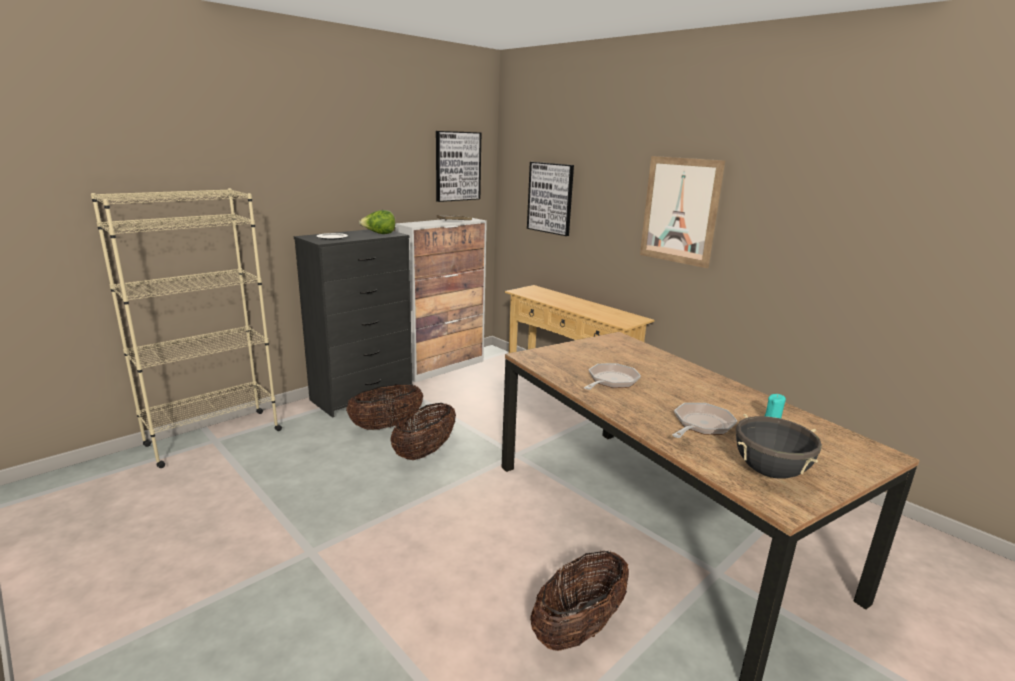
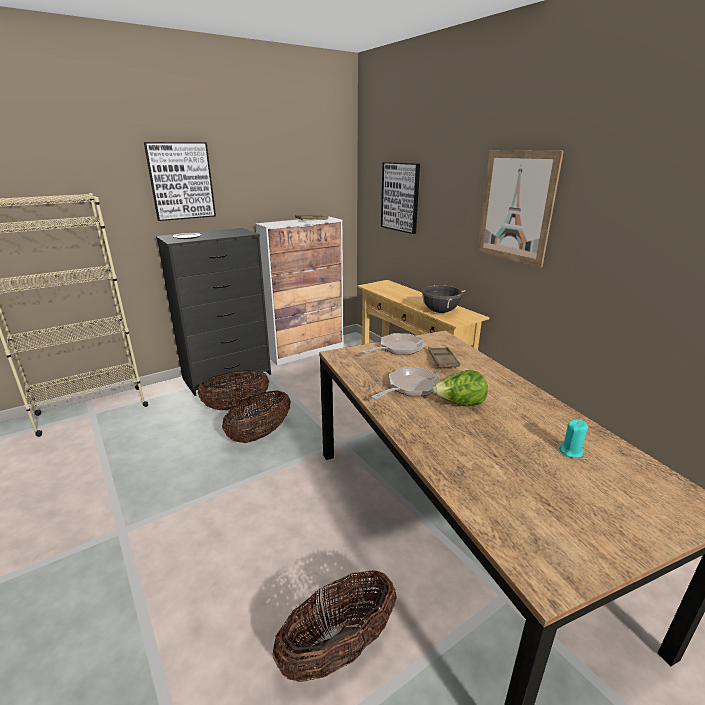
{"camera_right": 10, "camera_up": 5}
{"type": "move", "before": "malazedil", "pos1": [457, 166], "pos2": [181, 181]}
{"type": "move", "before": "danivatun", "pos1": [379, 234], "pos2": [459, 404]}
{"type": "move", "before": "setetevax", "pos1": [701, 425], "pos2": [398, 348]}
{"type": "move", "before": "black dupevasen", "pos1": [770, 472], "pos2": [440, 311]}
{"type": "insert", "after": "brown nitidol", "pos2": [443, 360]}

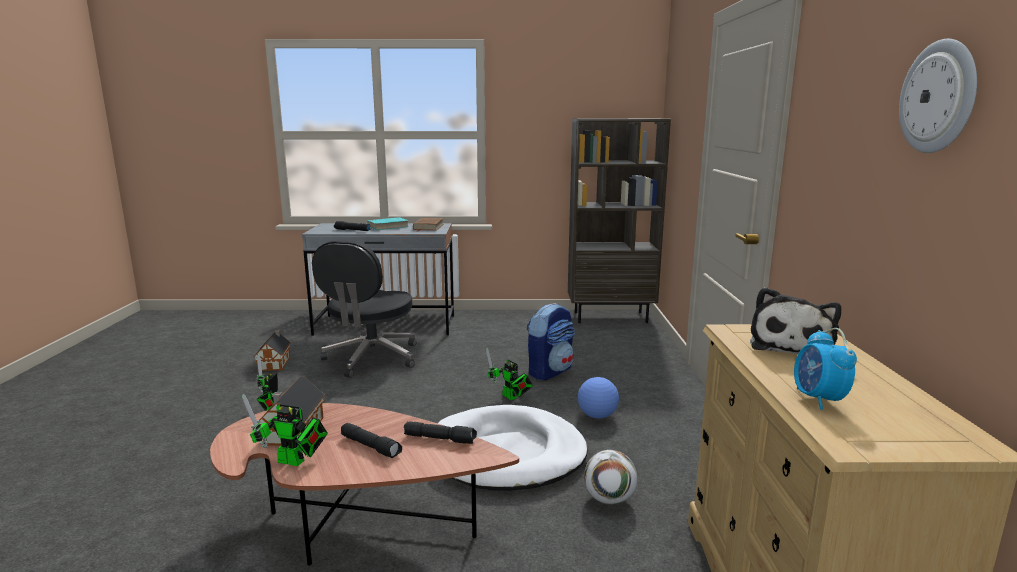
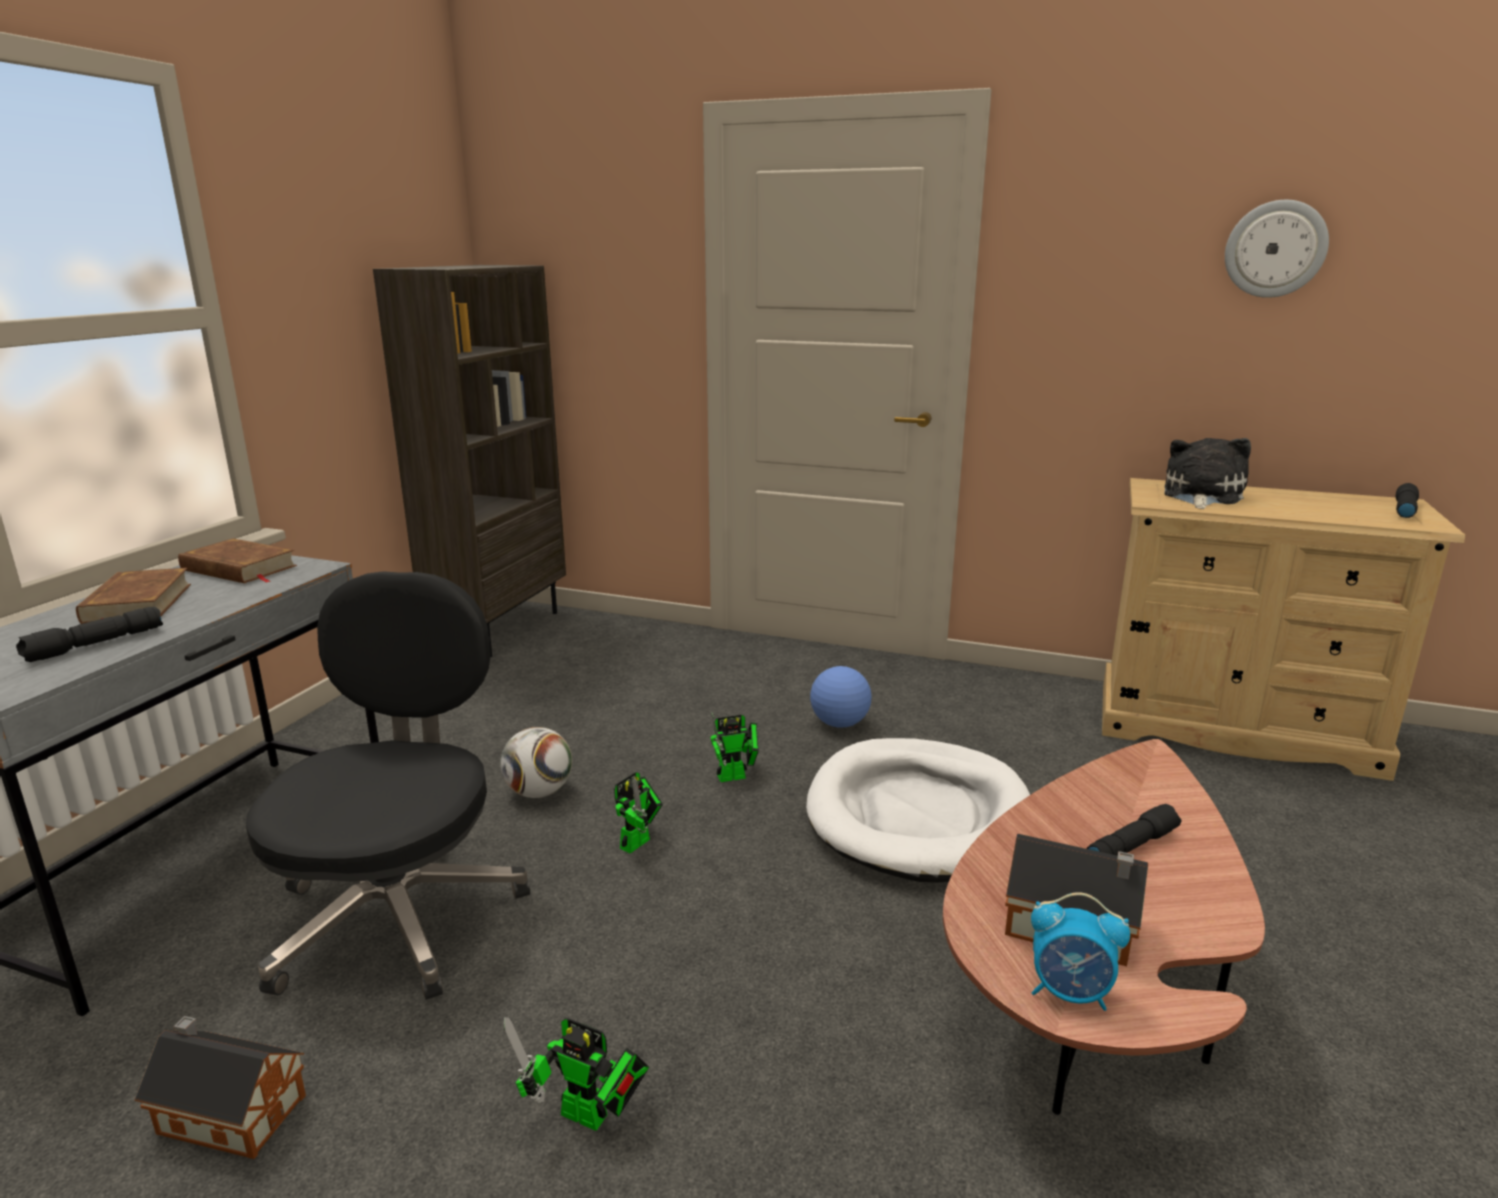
{"camera_right": -70, "camera_up": 5}
{"type": "recolor", "before": "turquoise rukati", "after": "brown rukati", "pos1": [388, 226], "pos2": [137, 604]}
{"type": "rotate", "before": "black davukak", "pos1": [371, 358], "pos2": [399, 913], "turn": -120}
{"type": "rotate", "before": "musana", "pos1": [791, 345], "pos2": [1201, 496], "turn": -105}
{"type": "delete", "before": "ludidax", "pos1": [550, 371]}
{"type": "move", "before": "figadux", "pos1": [818, 399], "pos2": [1070, 993]}
{"type": "move", "before": "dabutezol", "pos1": [294, 462], "pos2": [638, 841]}
{"type": "move", "before": "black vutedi", "pos1": [440, 438], "pos2": [1403, 509]}
{"type": "move", "before": "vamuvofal", "pos1": [609, 499], "pos2": [539, 792]}

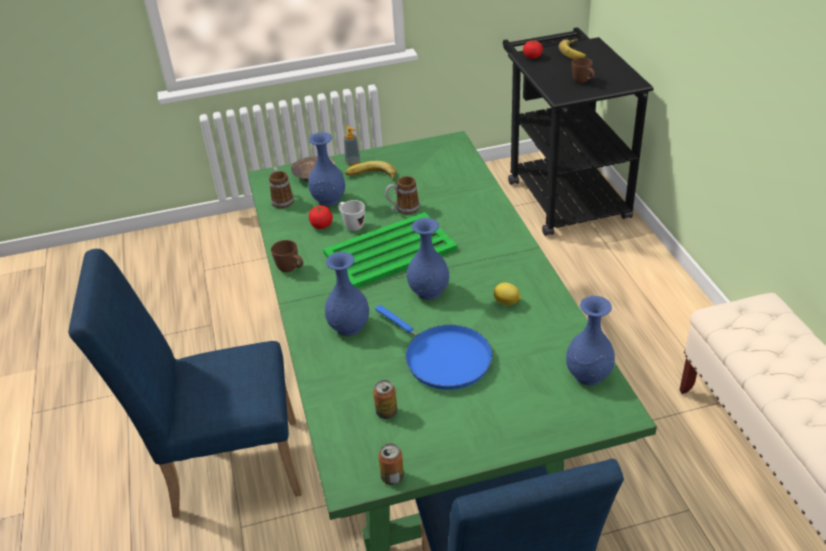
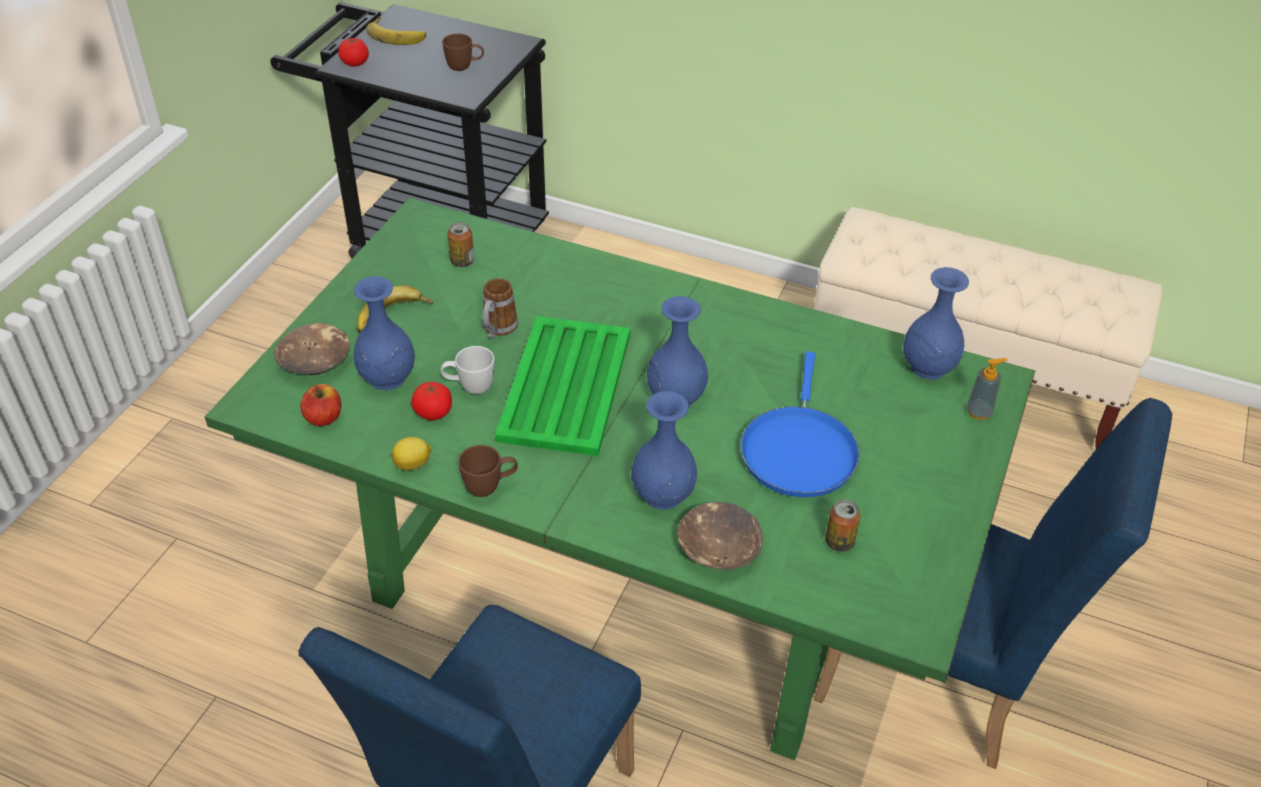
{"camera_right": -55, "camera_up": 5}
{"type": "move", "before": "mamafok", "pos1": [353, 162], "pos2": [979, 412]}
{"type": "replace", "before": "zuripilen", "after": "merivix", "pos1": [281, 199], "pos2": [324, 418]}
{"type": "move", "before": "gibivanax", "pos1": [507, 302], "pos2": [413, 464]}
{"type": "rotate", "before": "blue setetevax", "pos1": [443, 358], "pos2": [798, 450], "turn": 105}
{"type": "move", "before": "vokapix", "pos1": [392, 477], "pos2": [462, 261]}
{"type": "insert", "after": "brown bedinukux", "pos2": [717, 548]}

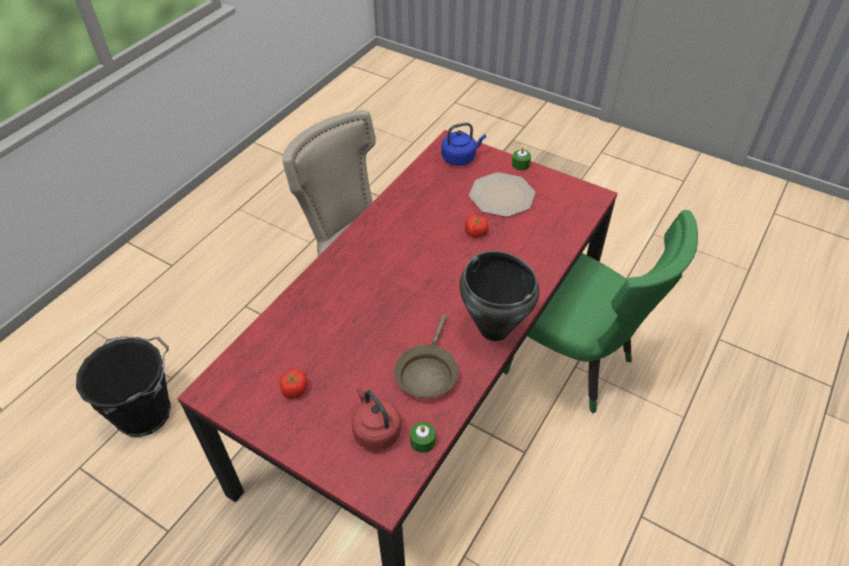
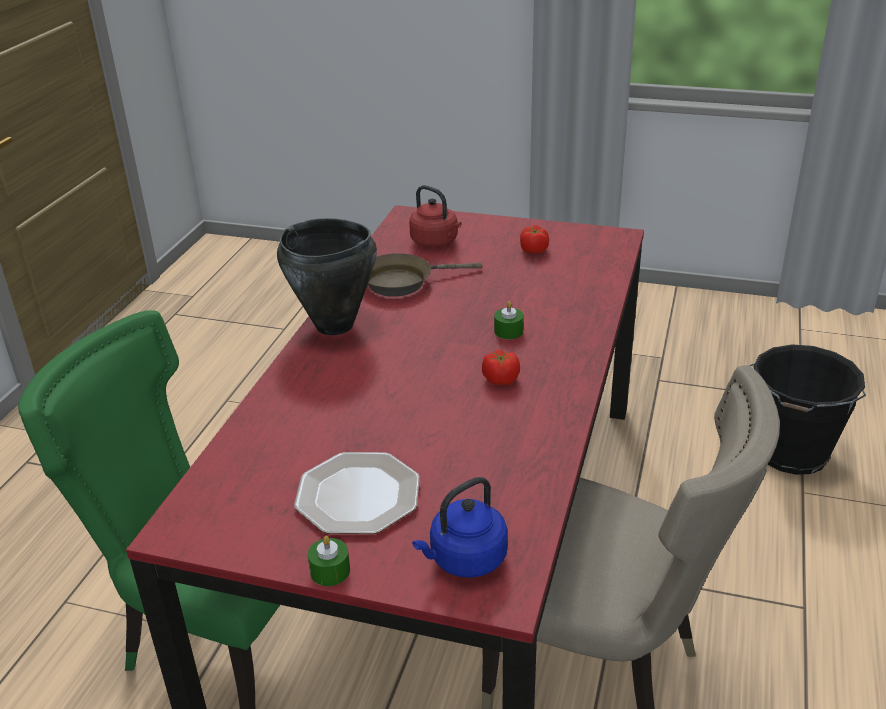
{"camera_right": 165, "camera_up": -15}
{"type": "move", "before": "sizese", "pos1": [476, 233], "pos2": [500, 379]}
{"type": "rotate", "before": "brown setetevax", "pos1": [427, 372], "pos2": [402, 282], "turn": -105}
{"type": "move", "before": "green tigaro", "pos1": [422, 441], "pos2": [508, 331]}

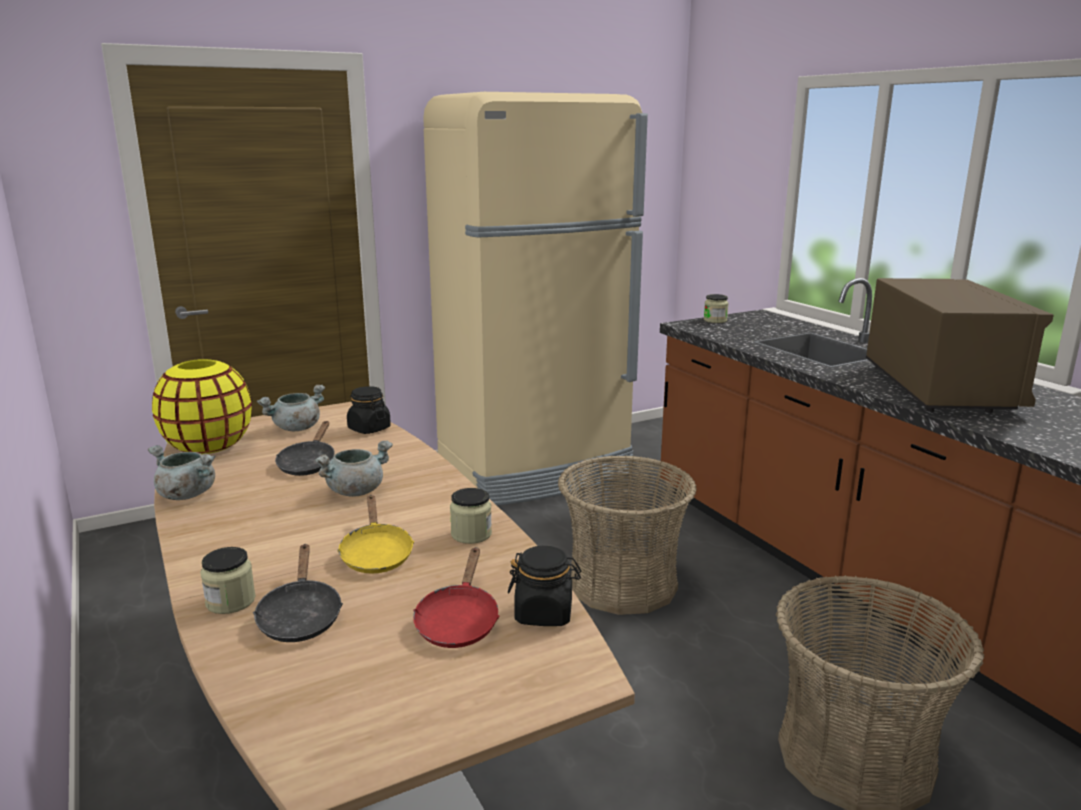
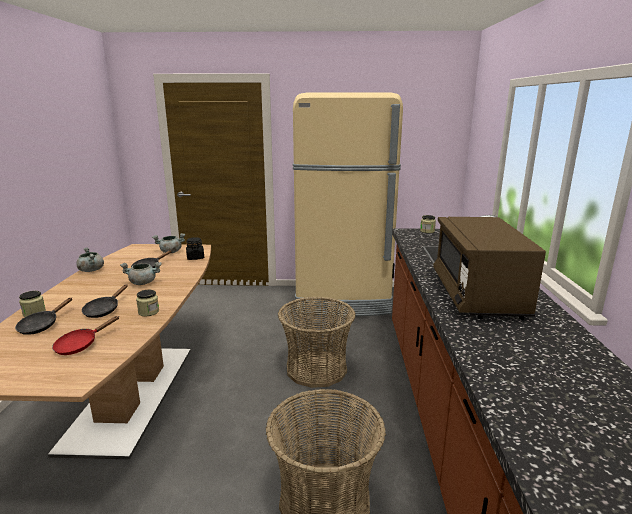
{"camera_right": 30, "camera_up": 0}
{"type": "rotate", "before": "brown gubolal", "pos1": [938, 389], "pos2": [477, 295], "turn": 150}
{"type": "delete", "before": "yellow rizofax", "pos1": [208, 446]}
{"type": "recolor", "before": "yellow setetevax", "after": "black setetevax", "pos1": [376, 554], "pos2": [104, 310]}
{"type": "delete", "before": "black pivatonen", "pos1": [544, 613]}

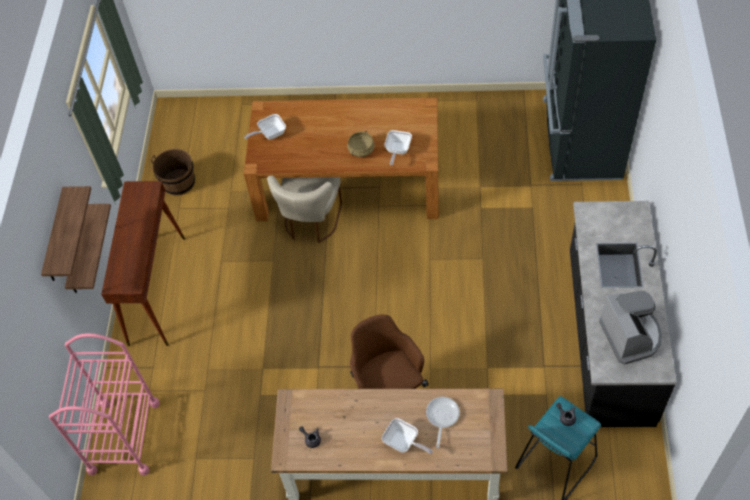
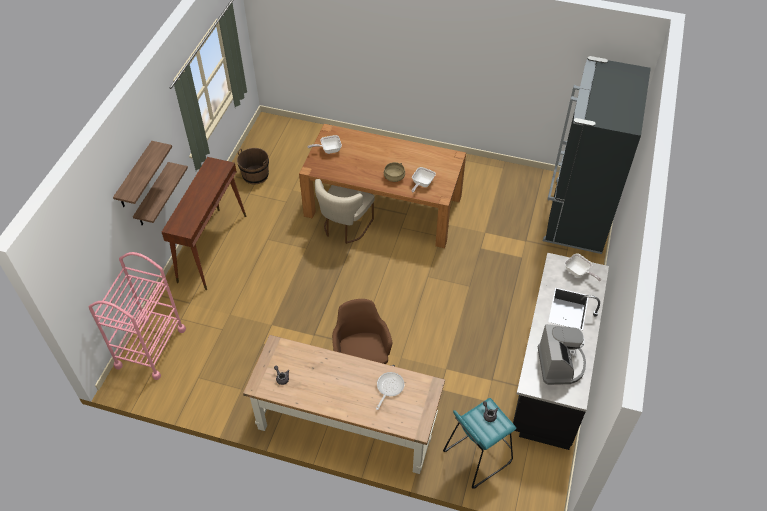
{"camera_right": 10, "camera_up": -5}
{"type": "move", "before": "setetevax", "pos1": [403, 443], "pos2": [578, 273]}

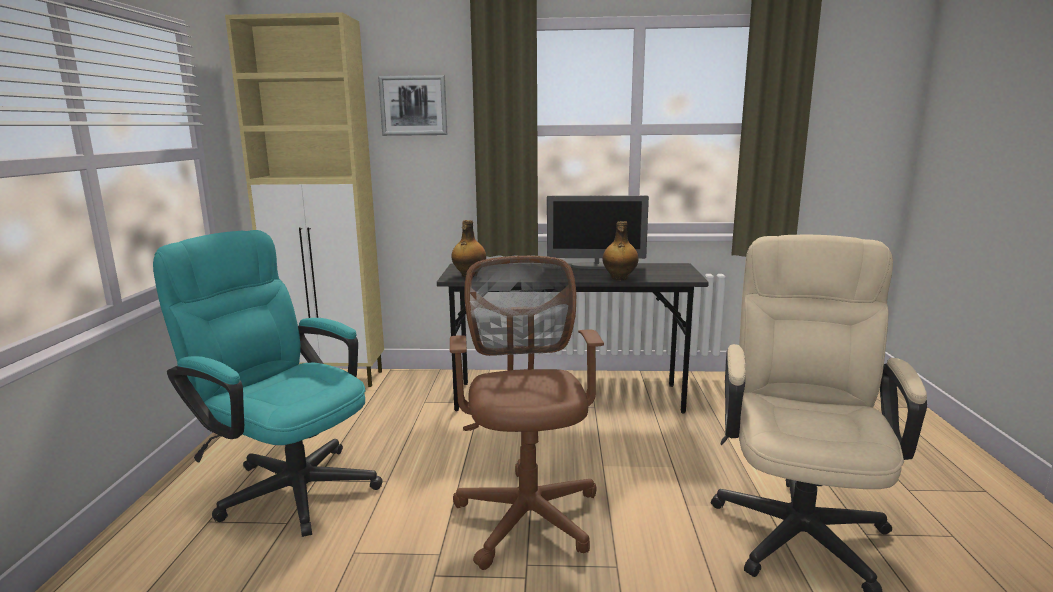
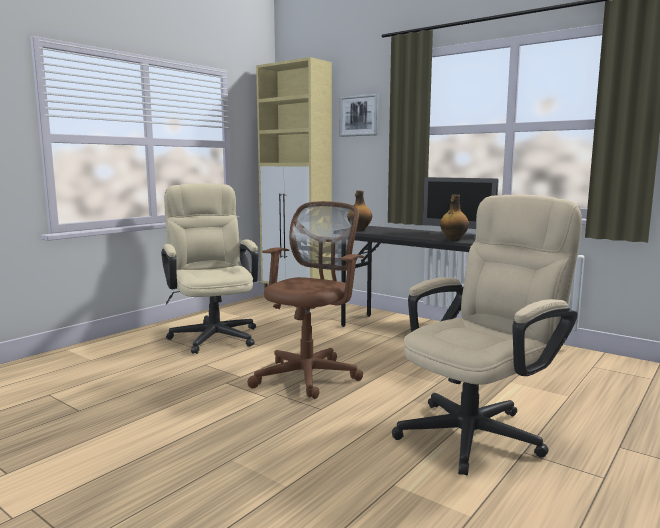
{"camera_right": 35, "camera_up": -5}
{"type": "recolor", "before": "turquoise davukak", "after": "beige davukak", "pos1": [288, 485], "pos2": [213, 334]}

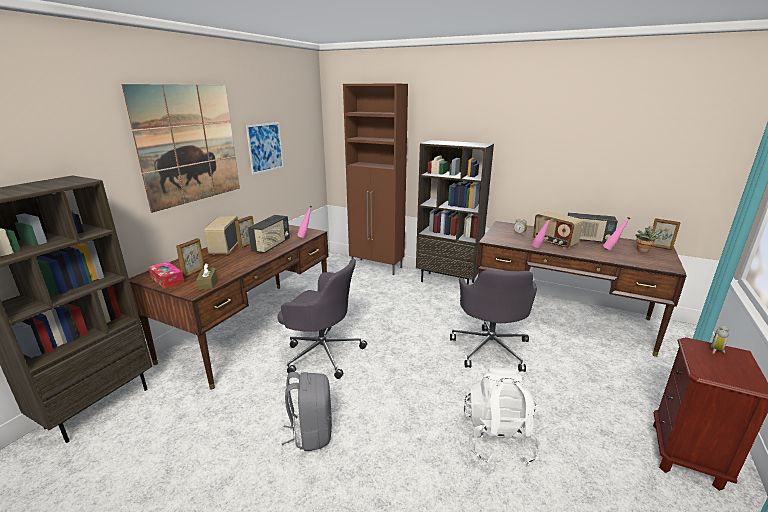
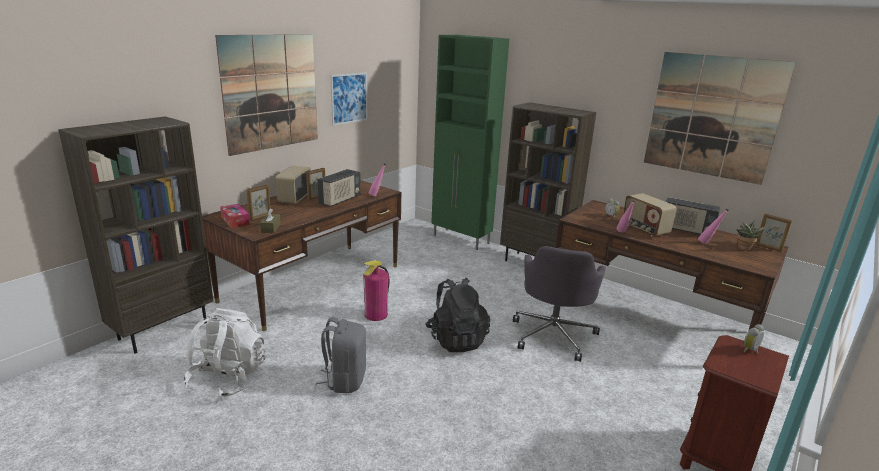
{"camera_right": 10, "camera_up": 0}
{"type": "recolor", "before": "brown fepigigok", "after": "green fepigigok", "pos1": [377, 267], "pos2": [461, 239]}
{"type": "replace", "before": "grey davukak", "after": "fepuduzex", "pos1": [322, 352], "pos2": [376, 315]}
{"type": "move", "before": "white ludidax", "pos1": [498, 439], "pos2": [228, 378]}
{"type": "insert", "after": "malazedil", "pos2": [712, 116]}
{"type": "insert", "after": "black ludidax", "pos2": [456, 339]}

